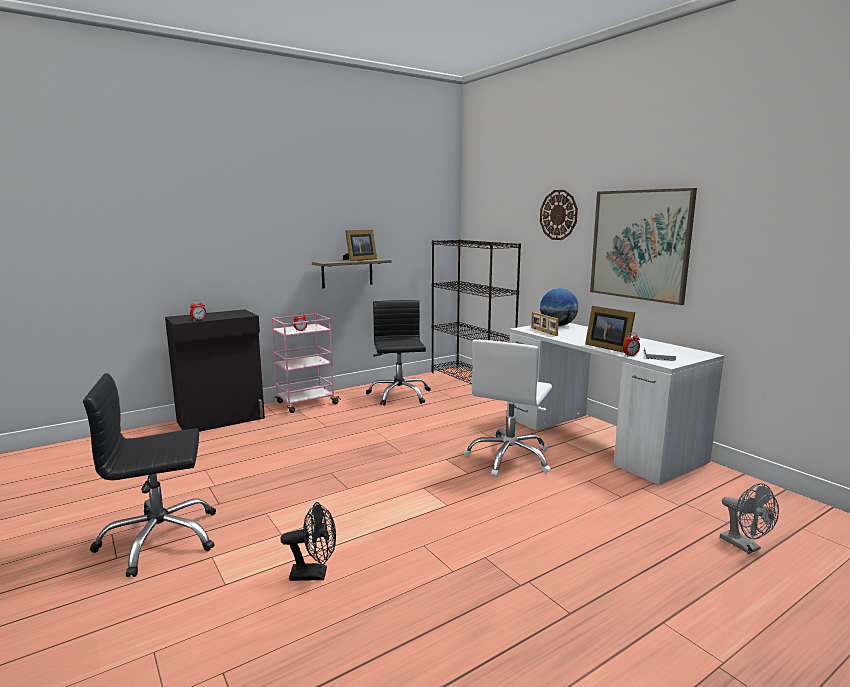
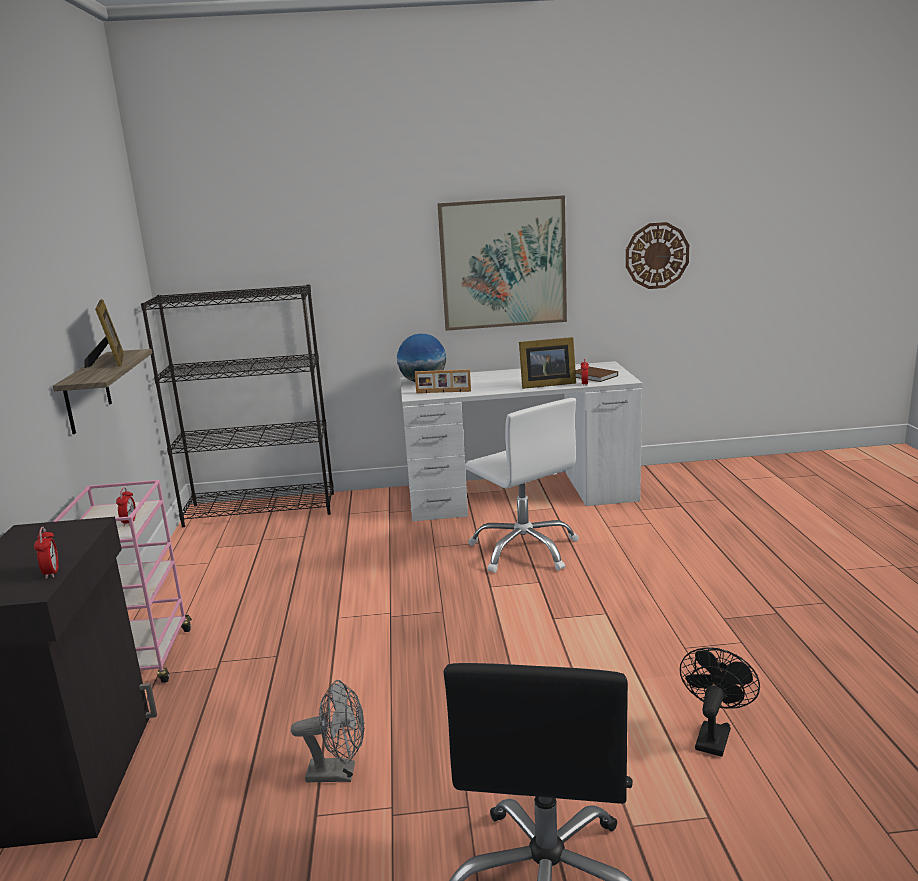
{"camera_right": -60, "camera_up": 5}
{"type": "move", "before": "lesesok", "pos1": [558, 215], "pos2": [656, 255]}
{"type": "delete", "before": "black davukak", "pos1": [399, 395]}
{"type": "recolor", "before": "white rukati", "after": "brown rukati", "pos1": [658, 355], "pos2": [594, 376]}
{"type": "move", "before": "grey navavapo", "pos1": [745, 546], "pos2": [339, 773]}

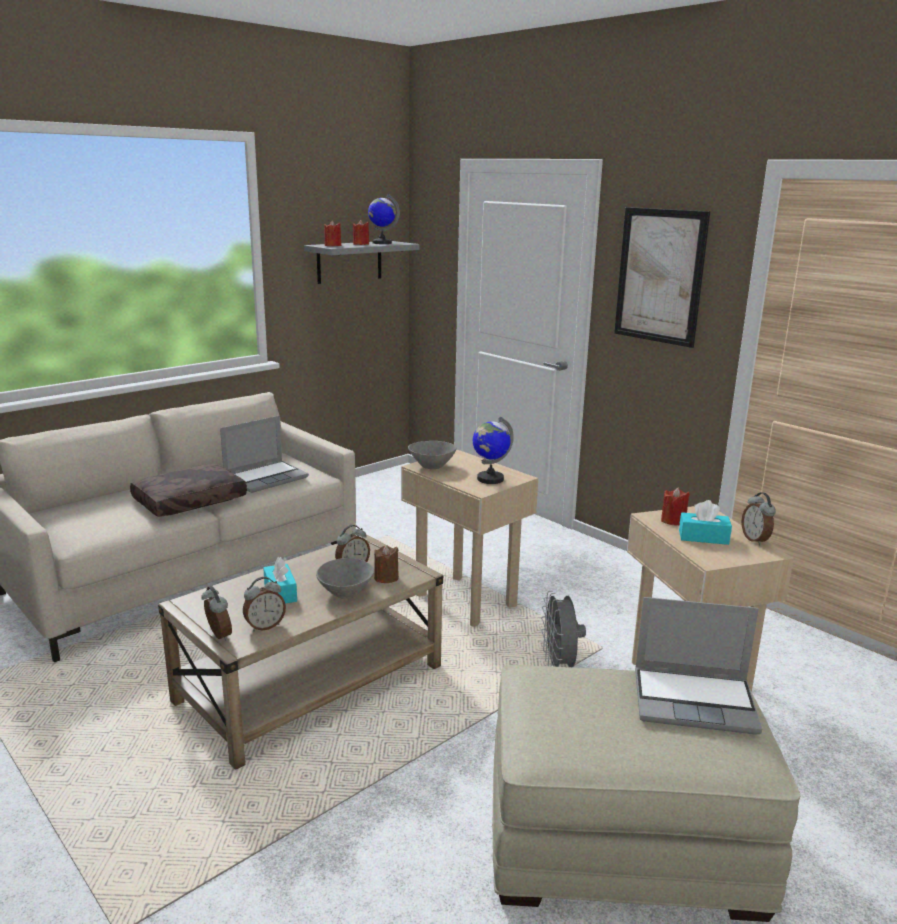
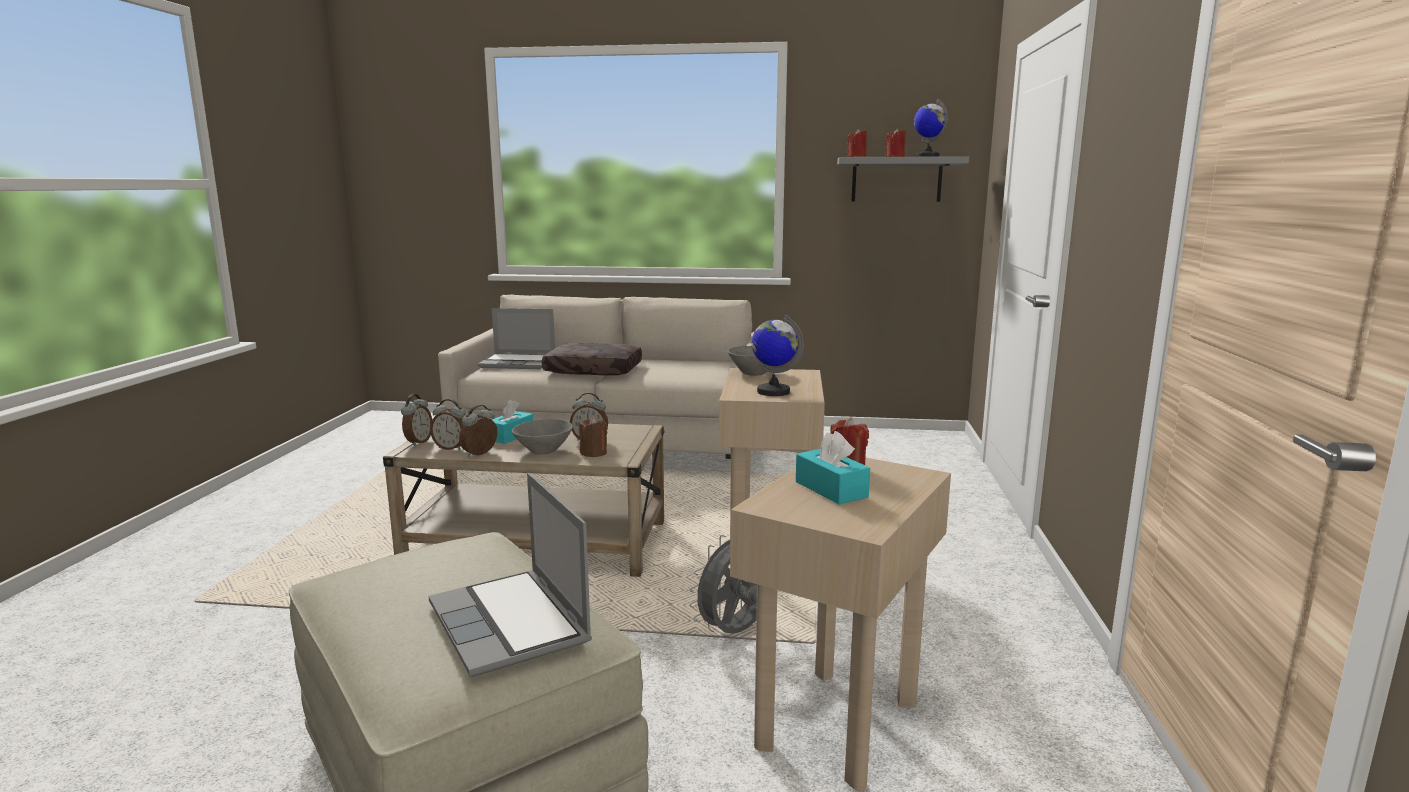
{"camera_right": 50, "camera_up": -5}
{"type": "delete", "before": "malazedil", "pos1": [660, 276]}
{"type": "move", "before": "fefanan", "pos1": [266, 478], "pos2": [519, 363]}
{"type": "move", "before": "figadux", "pos1": [755, 540], "pos2": [480, 454]}

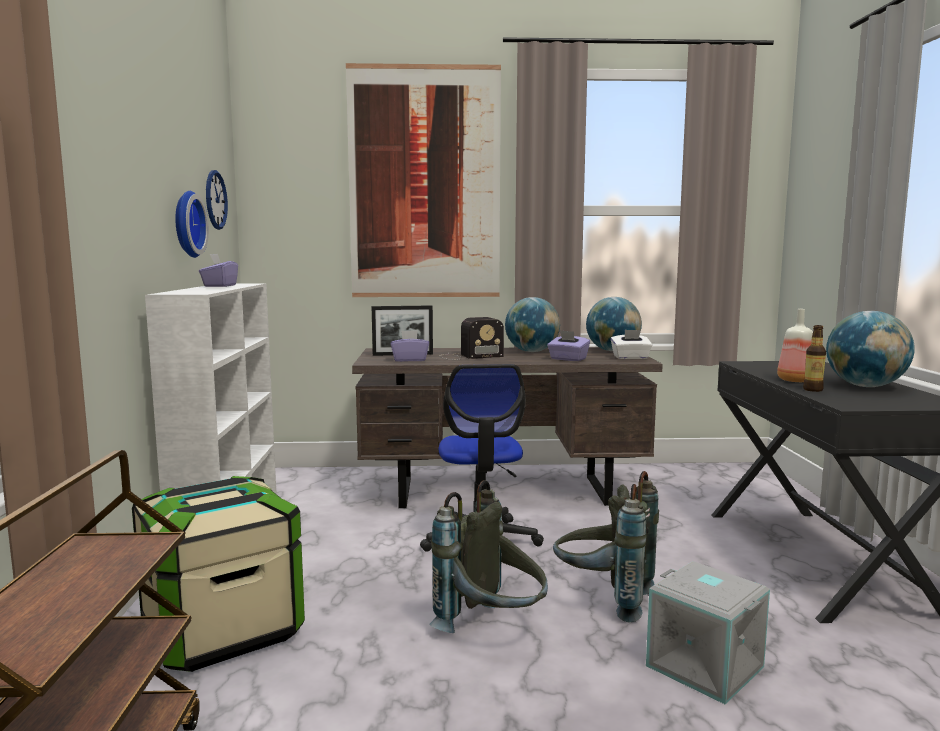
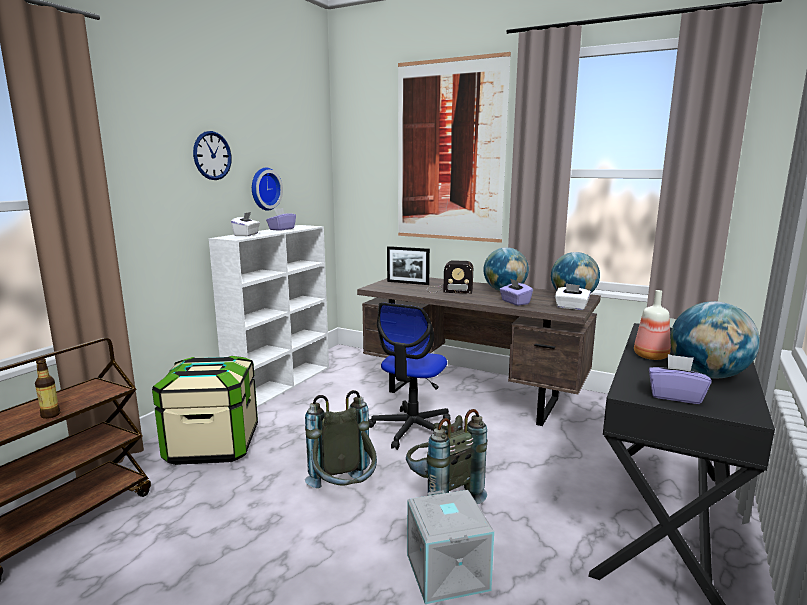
{"camera_right": 30, "camera_up": 5}
{"type": "move", "before": "lesesok", "pos1": [215, 200], "pos2": [212, 155]}
{"type": "move", "before": "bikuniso", "pos1": [813, 390], "pos2": [50, 415]}
{"type": "move", "before": "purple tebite", "pos1": [409, 360], "pos2": [675, 396]}
{"type": "insert", "after": "white tebite", "pos2": [246, 235]}

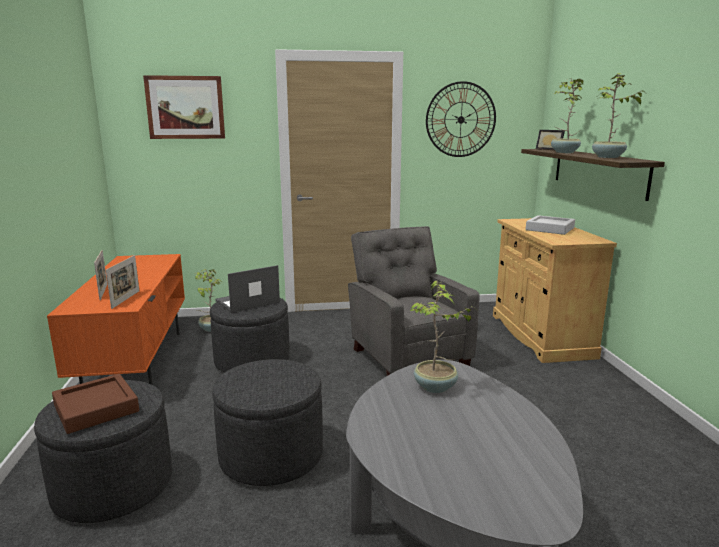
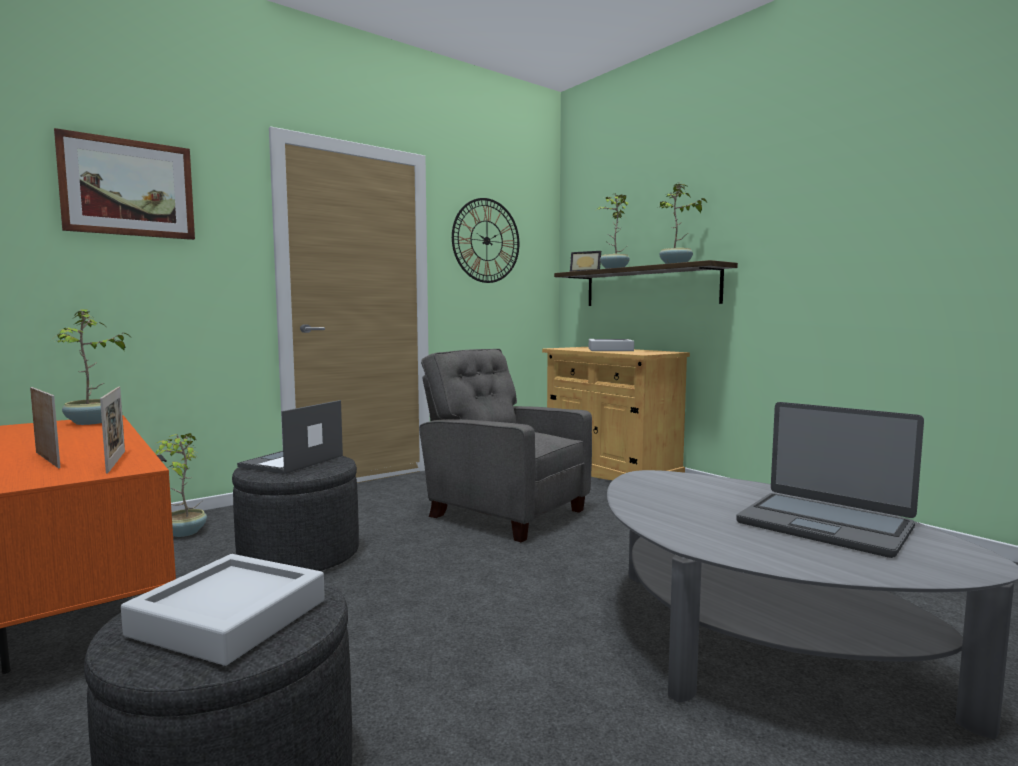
{"camera_right": -30, "camera_up": -10}
{"type": "move", "before": "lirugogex", "pos1": [435, 387], "pos2": [92, 422]}
{"type": "delete", "before": "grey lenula", "pos1": [271, 455]}
{"type": "recolor", "before": "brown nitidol", "after": "grey nitidol", "pos1": [96, 408], "pos2": [229, 617]}
{"type": "insert", "after": "fefanan", "pos2": [825, 524]}

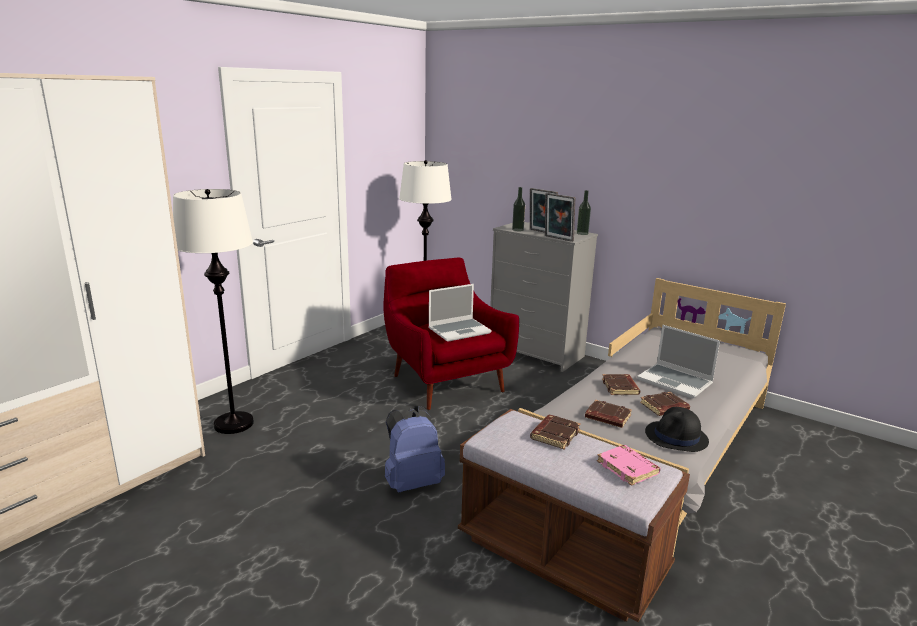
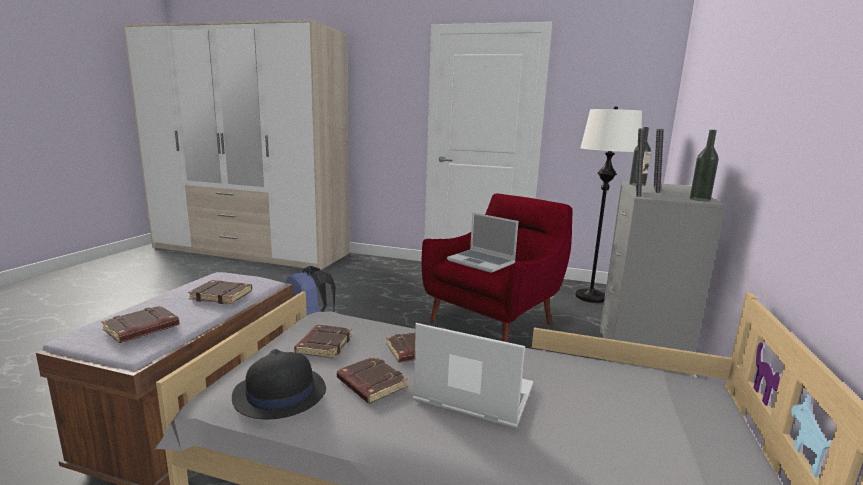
{"camera_right": 70, "camera_up": -5}
{"type": "delete", "before": "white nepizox", "pos1": [234, 424]}
{"type": "rotate", "before": "fefanan", "pos1": [675, 382], "pos2": [472, 395], "turn": 90}
{"type": "recolor", "before": "pink rukati", "after": "brown rukati", "pos1": [628, 468], "pos2": [141, 329]}

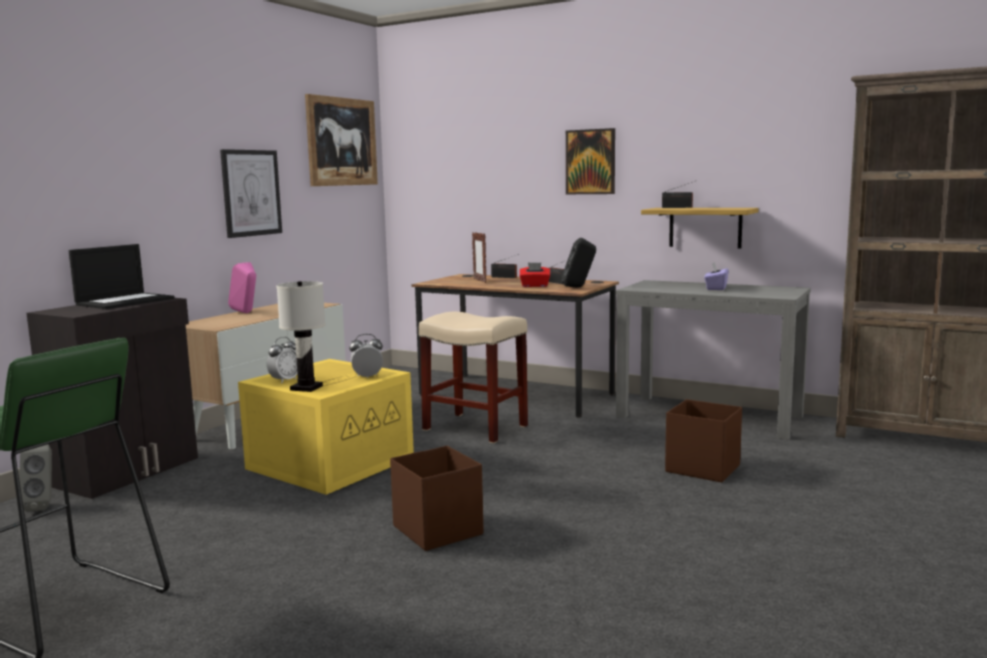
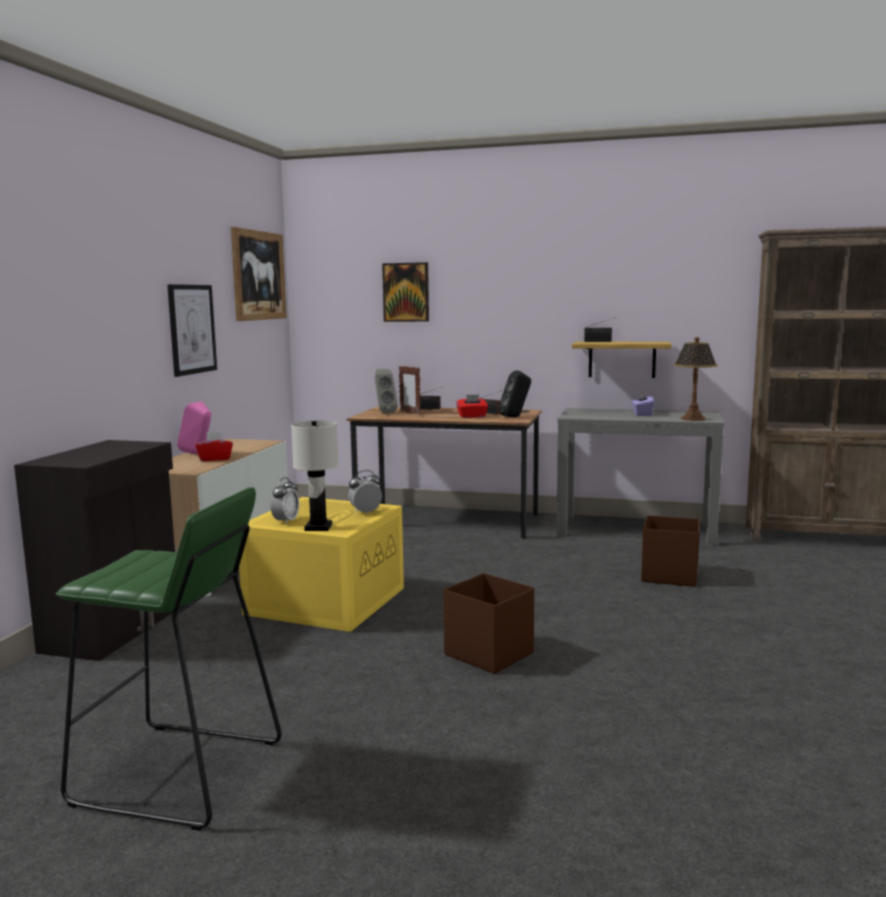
{"camera_right": -15, "camera_up": 0}
{"type": "move", "before": "malazedil", "pos1": [590, 162], "pos2": [406, 292]}
{"type": "delete", "before": "fefanan", "pos1": [125, 301]}
{"type": "delete", "before": "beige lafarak", "pos1": [474, 428]}
{"type": "move", "before": "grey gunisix", "pos1": [43, 506], "pos2": [384, 413]}
{"type": "insert", "after": "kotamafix", "pos2": [693, 419]}
{"type": "insert", "after": "red tebite", "pos2": [215, 459]}

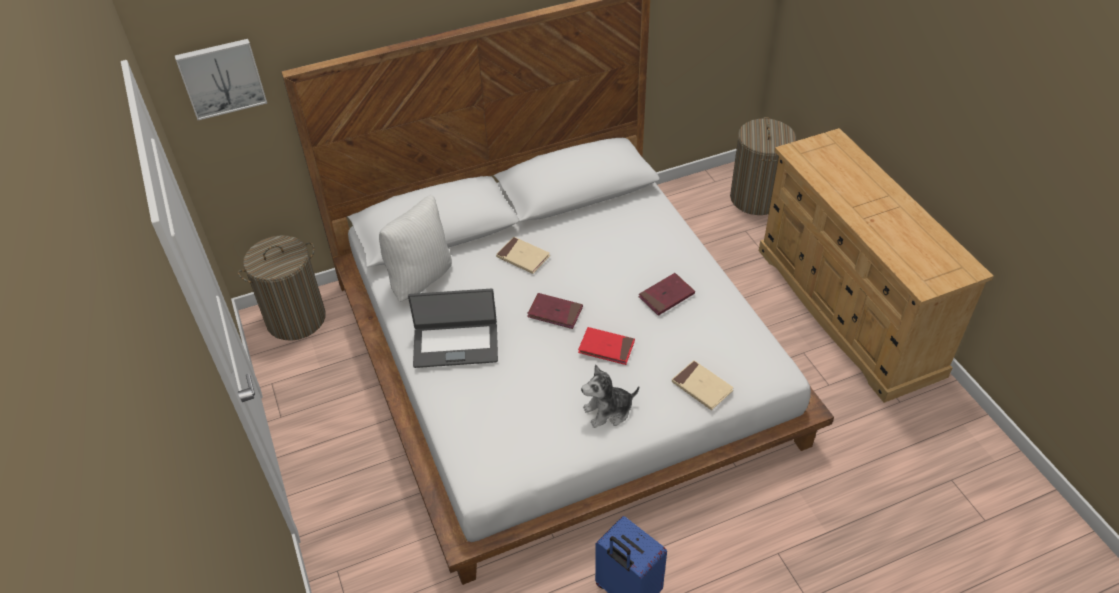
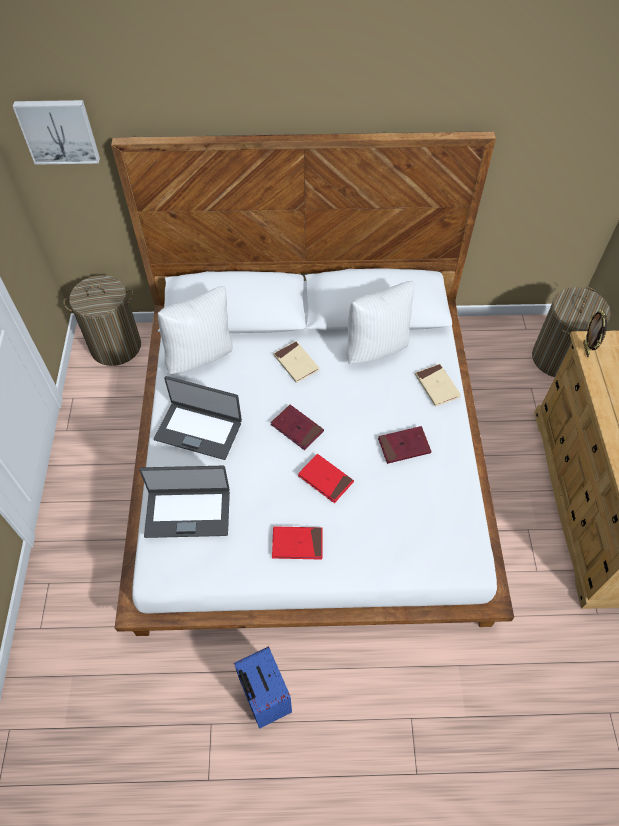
{"camera_right": 20, "camera_up": 10}
{"type": "move", "before": "beige rukati", "pos1": [702, 387], "pos2": [437, 386]}
{"type": "replace", "before": "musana", "after": "red rukati", "pos1": [608, 411], "pos2": [297, 544]}
{"type": "insert", "after": "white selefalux", "pos2": [376, 347]}
{"type": "insert", "after": "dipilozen", "pos2": [586, 349]}
{"type": "insert", "after": "fefanan", "pos2": [188, 512]}

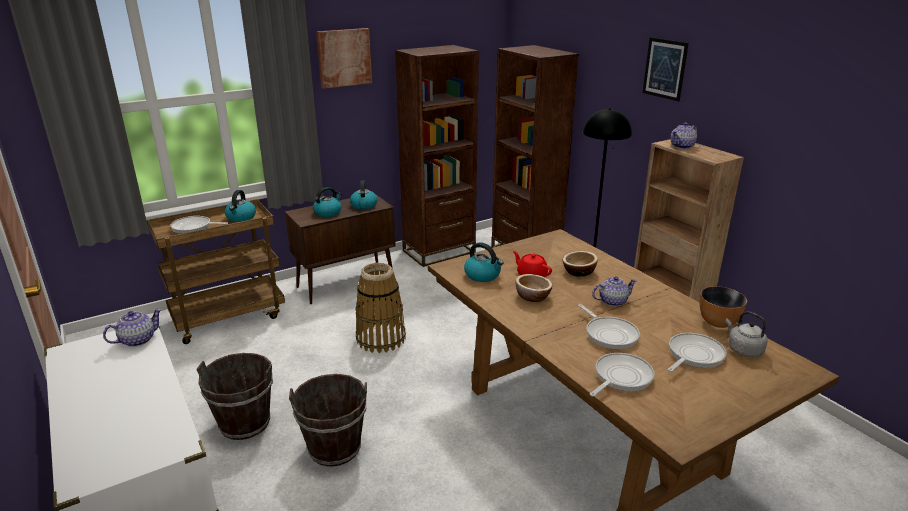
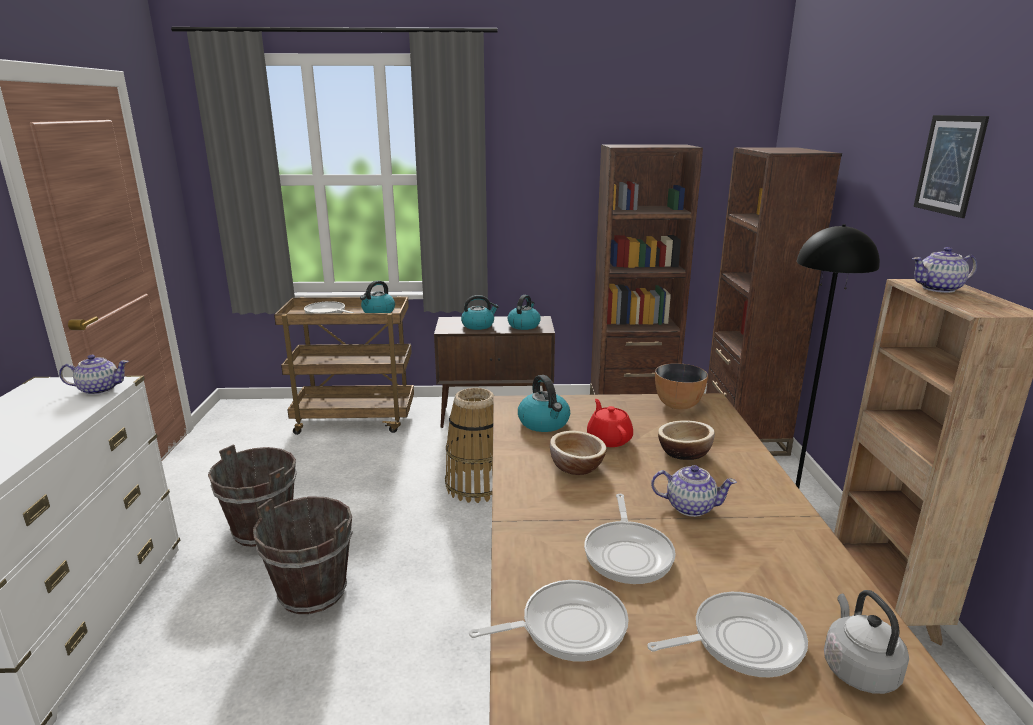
{"camera_right": 30, "camera_up": -5}
{"type": "delete", "before": "malazedil", "pos1": [344, 57]}
{"type": "move", "before": "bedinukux", "pos1": [717, 322], "pos2": [678, 405]}

